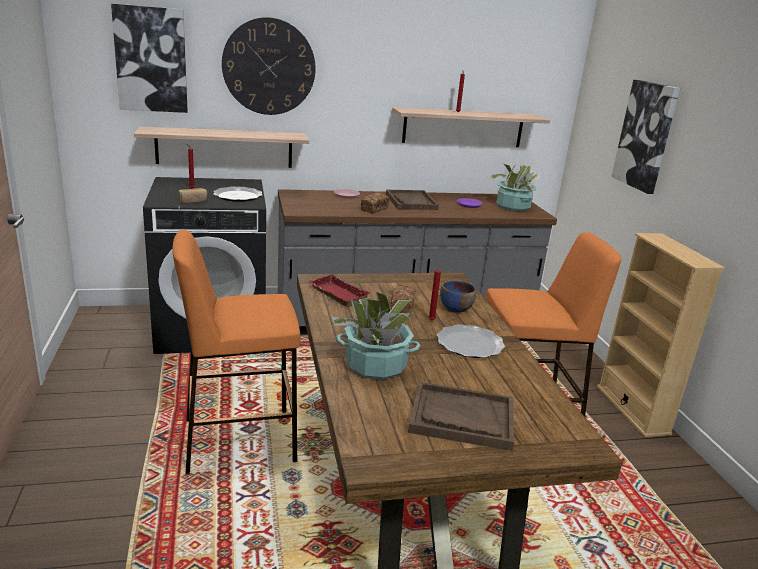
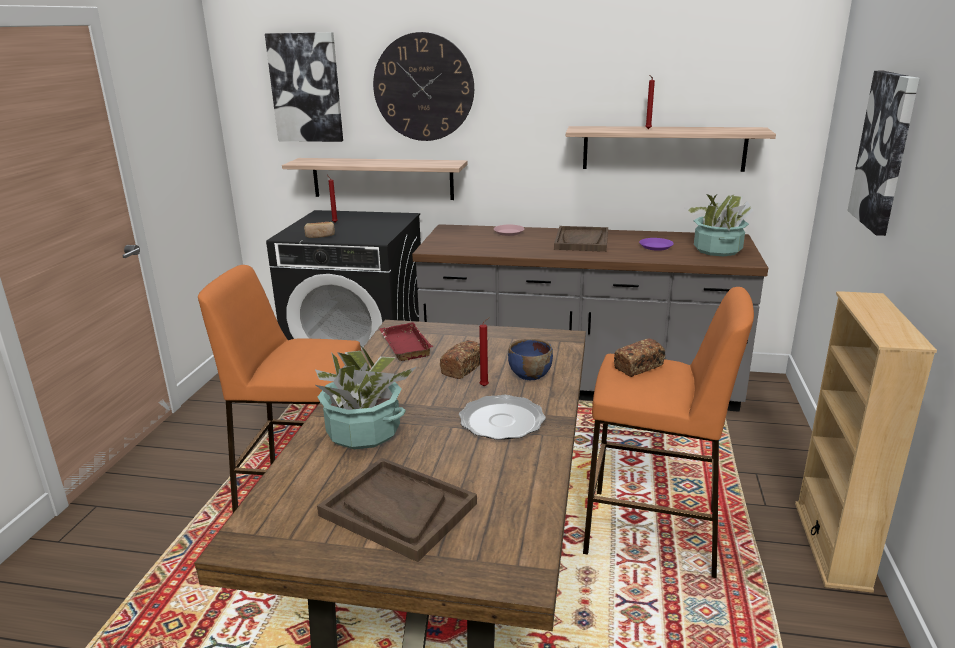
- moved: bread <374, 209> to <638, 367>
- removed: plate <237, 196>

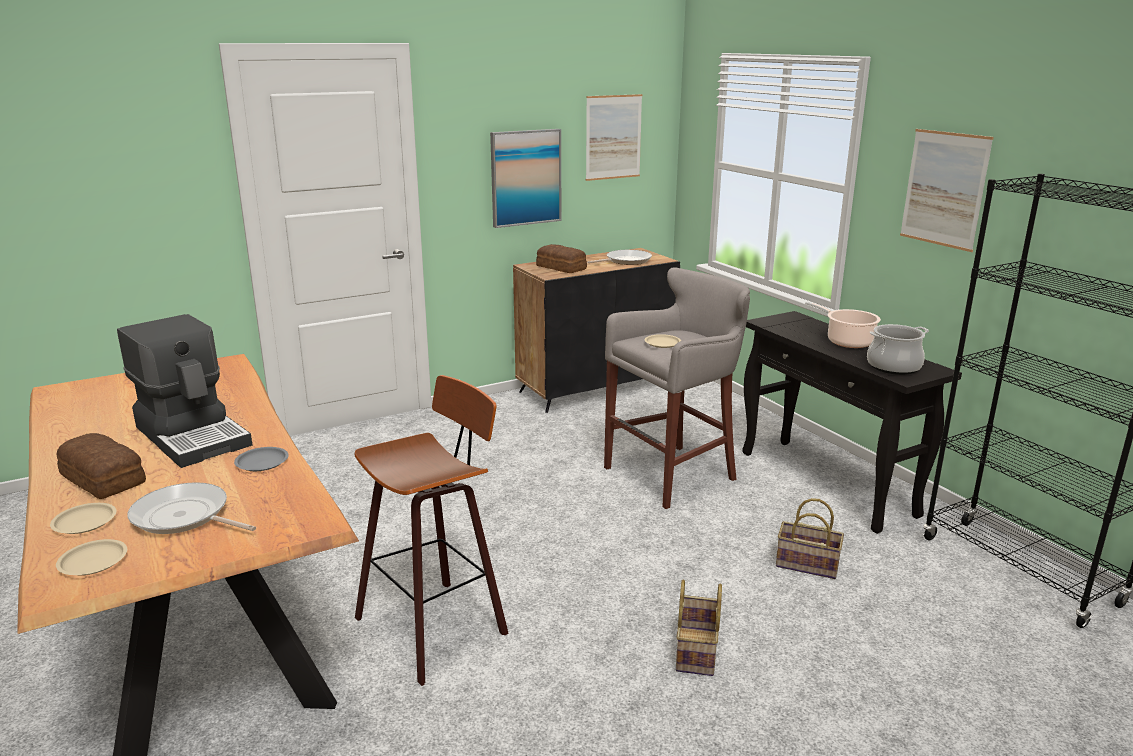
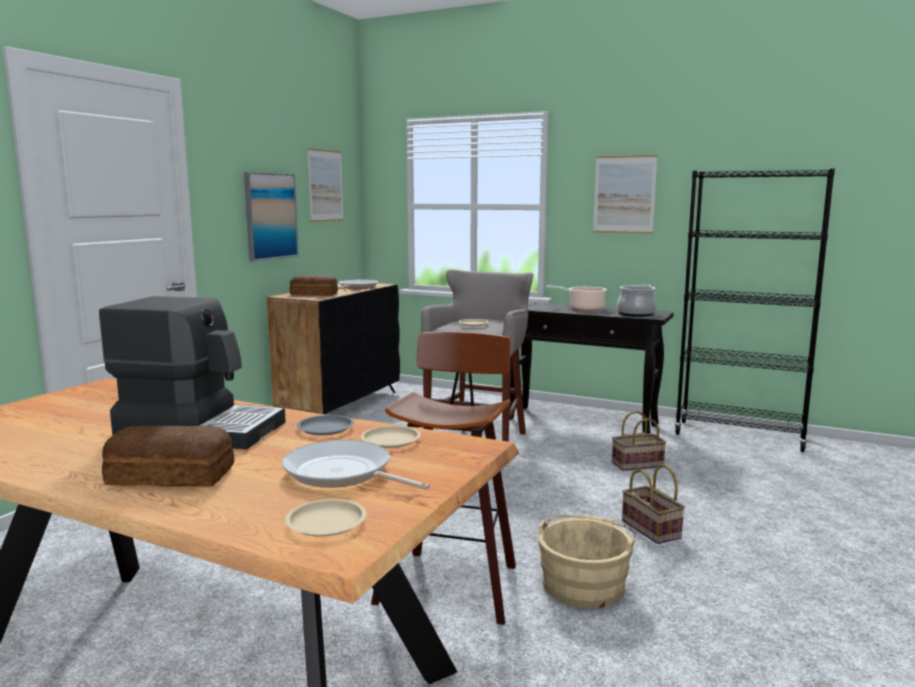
- turned: frying pan <184, 517> = <342, 473> 45 degrees clockwise
- moved: beige plate <84, 522> to <390, 441>
- added: beige bucket <584, 583>

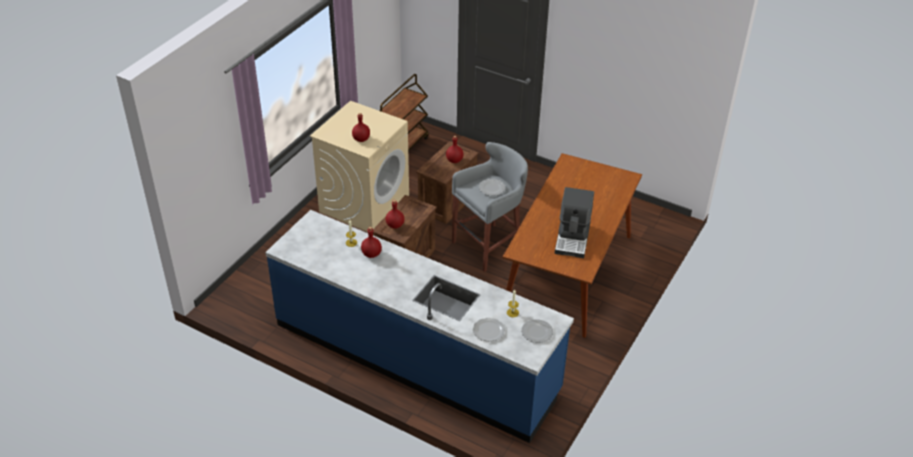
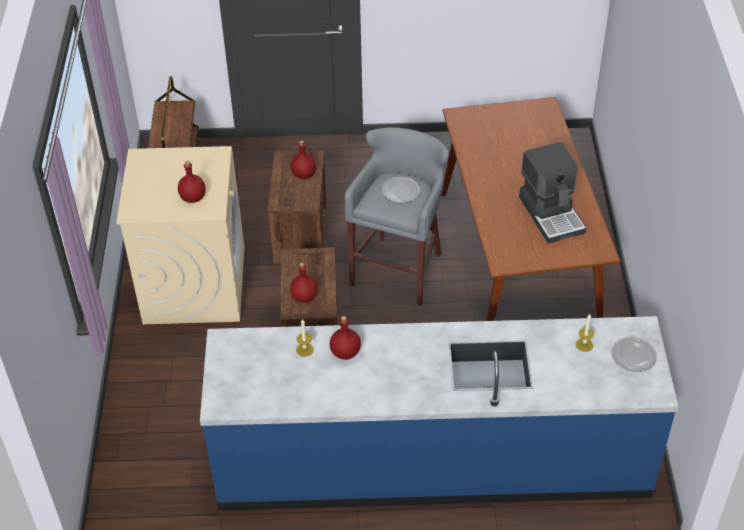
- removed: plate <488, 331>

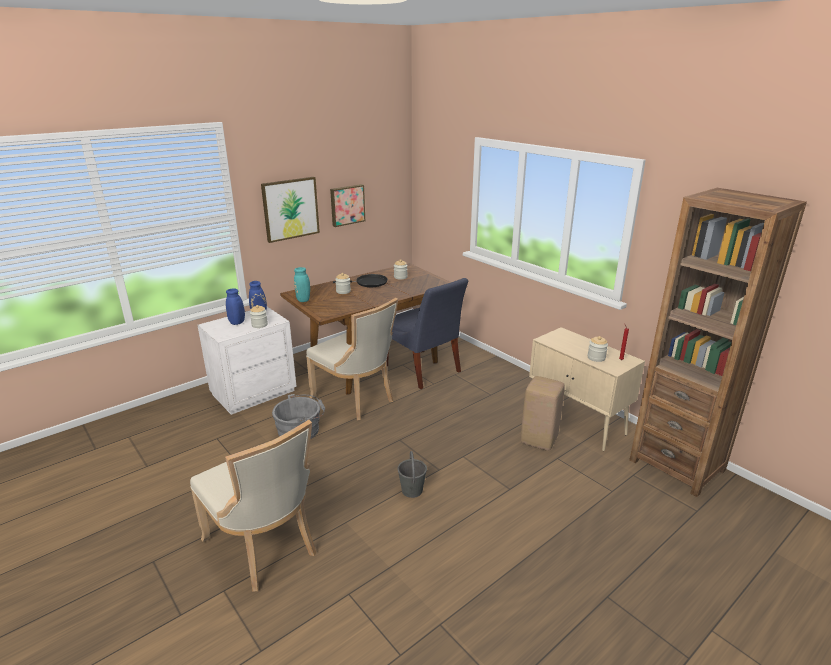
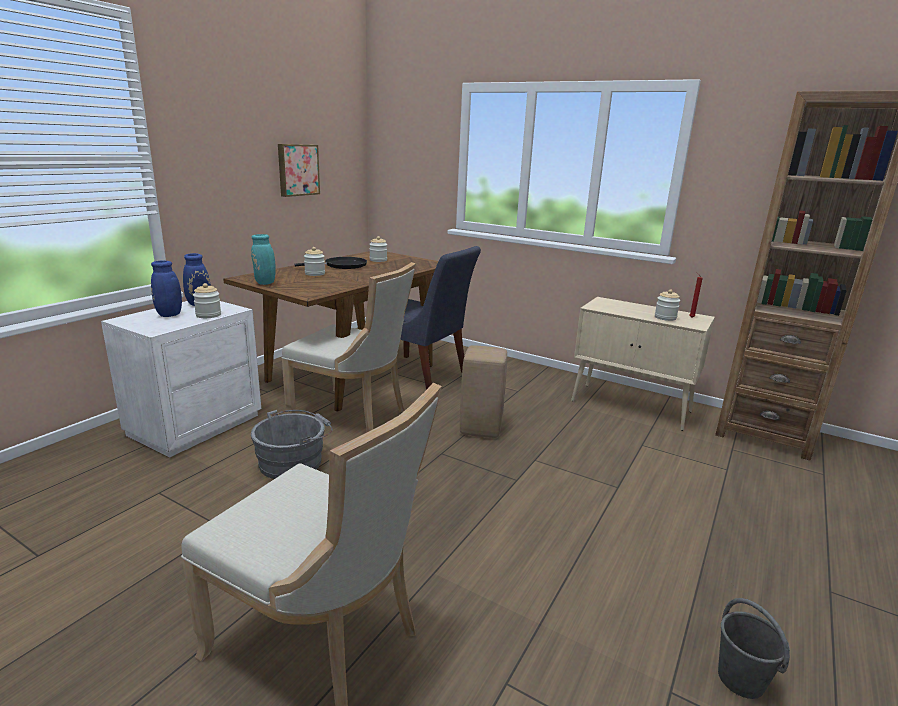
- moved: beige stool <539, 440> to <481, 429>
- moved: grey bucket <412, 491> to <741, 680>
- removed: picture <290, 209>

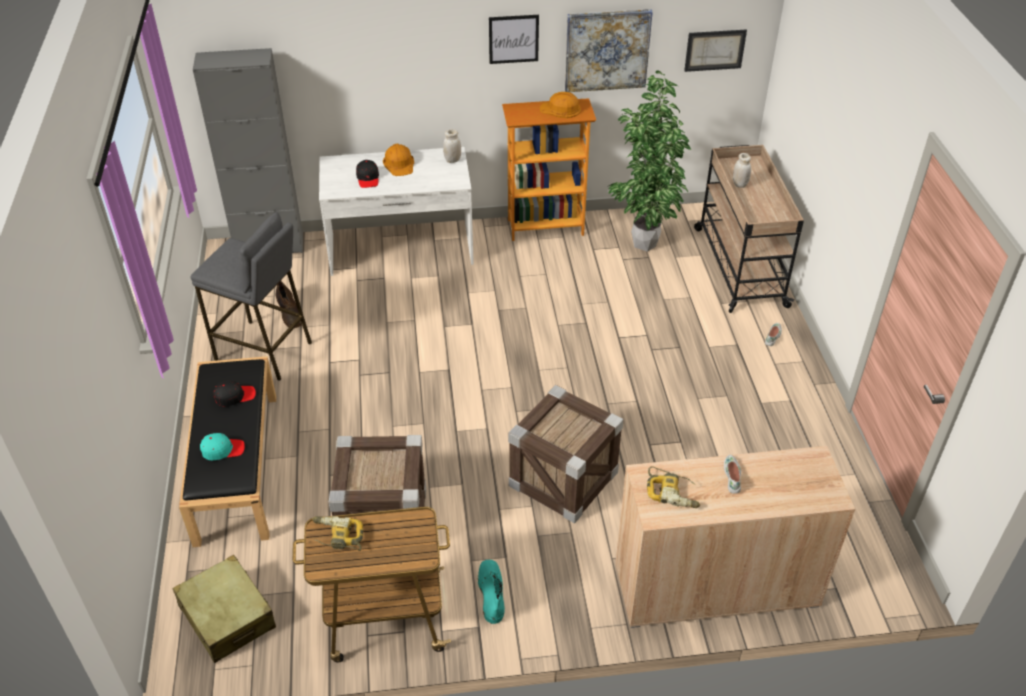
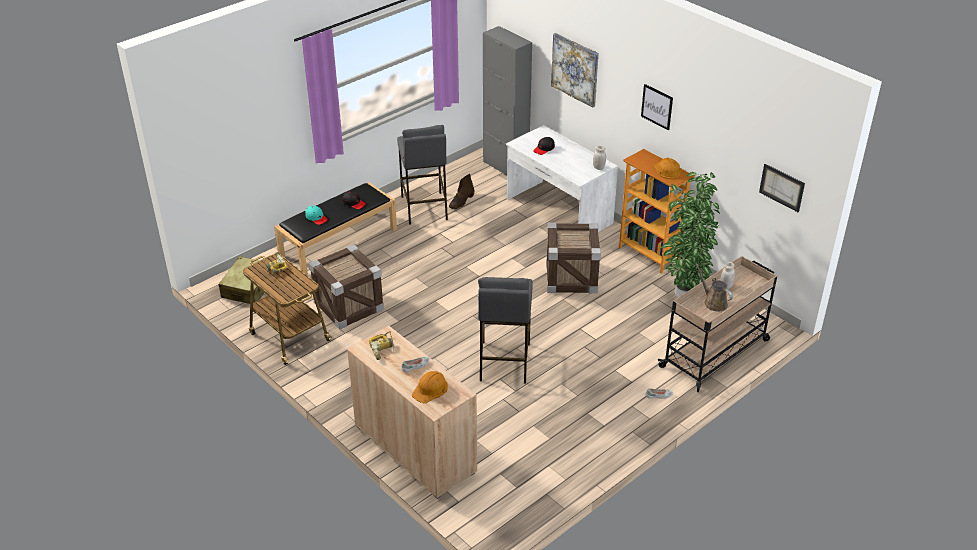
- moved: orange hard hat <399, 163> to <430, 389>
- added: grey stool <504, 362>
- moved: crate <563, 479> to <571, 277>
- moved: picture <607, 50> to <575, 69>
- added: brown watering can <713, 302>
- removed: turquoise boot <491, 593>

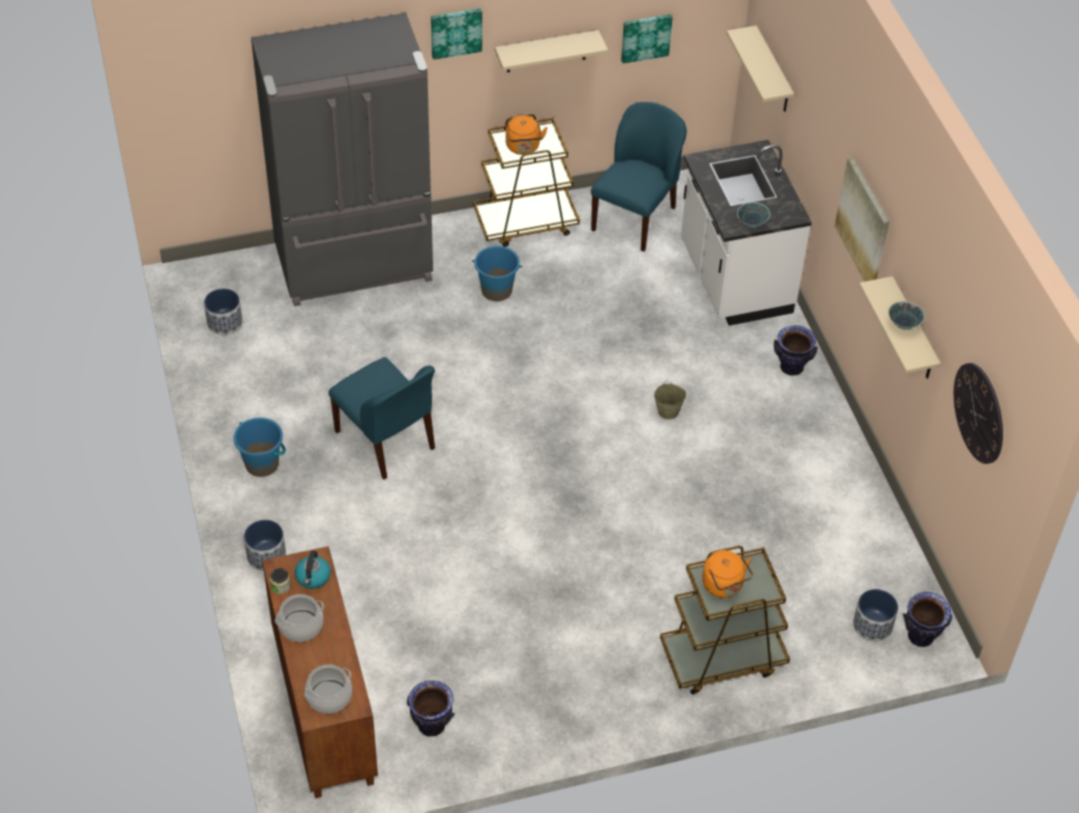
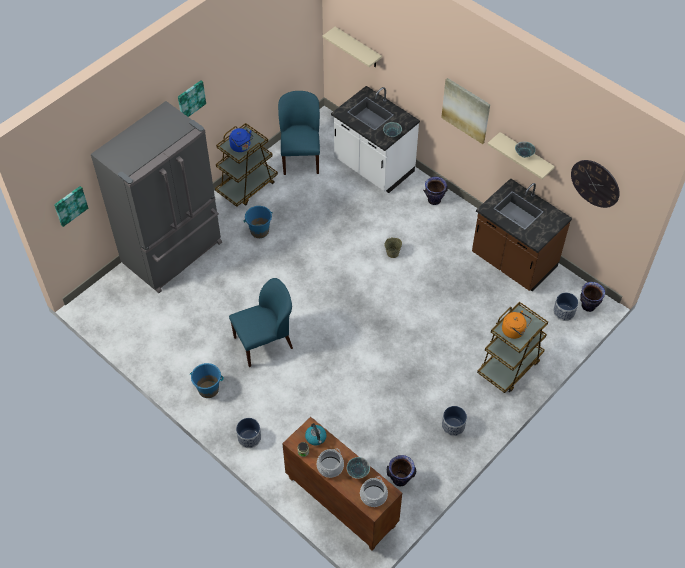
- moved: picture <645, 37> to <70, 205>
- recoloured: orange kettle <523, 148> to blue kettle <241, 147>
- turned: blue chair <386, 441> = <264, 342> 45 degrees counterclockwise
- added: bowl <358, 472>
- moved: planter <224, 323> to <453, 426>
- added: brown counter <513, 262>
- removed: beige shelf <546, 51>

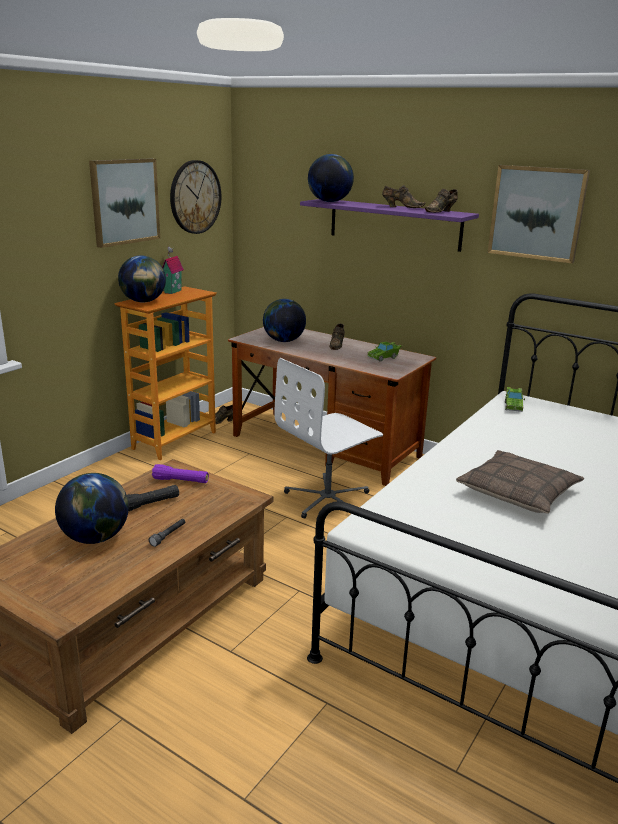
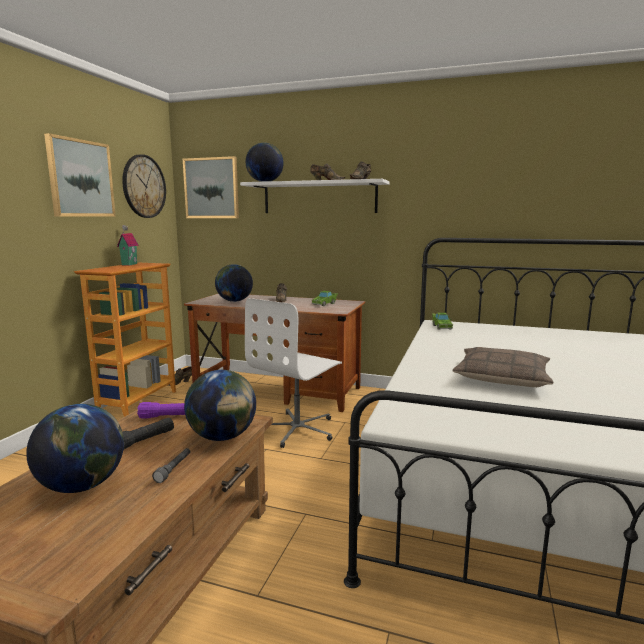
- moved: picture <537, 213> to <211, 188>
- moved: globe <143, 301> to <223, 437>
- recoloured: purple shelf <394, 224> to white shelf <319, 198>

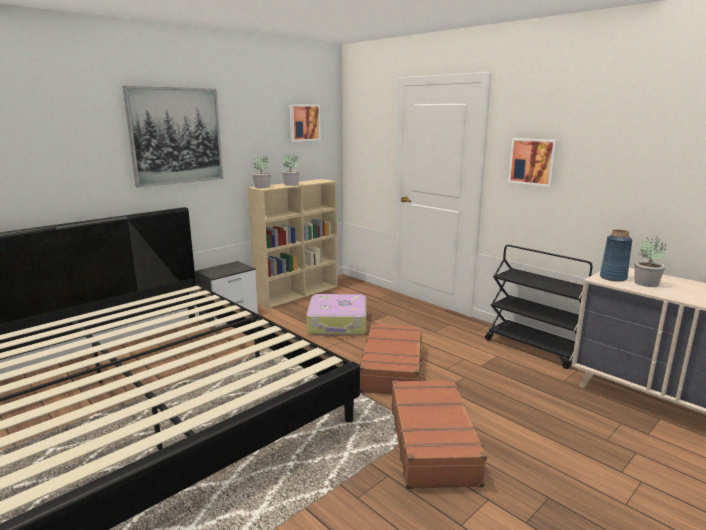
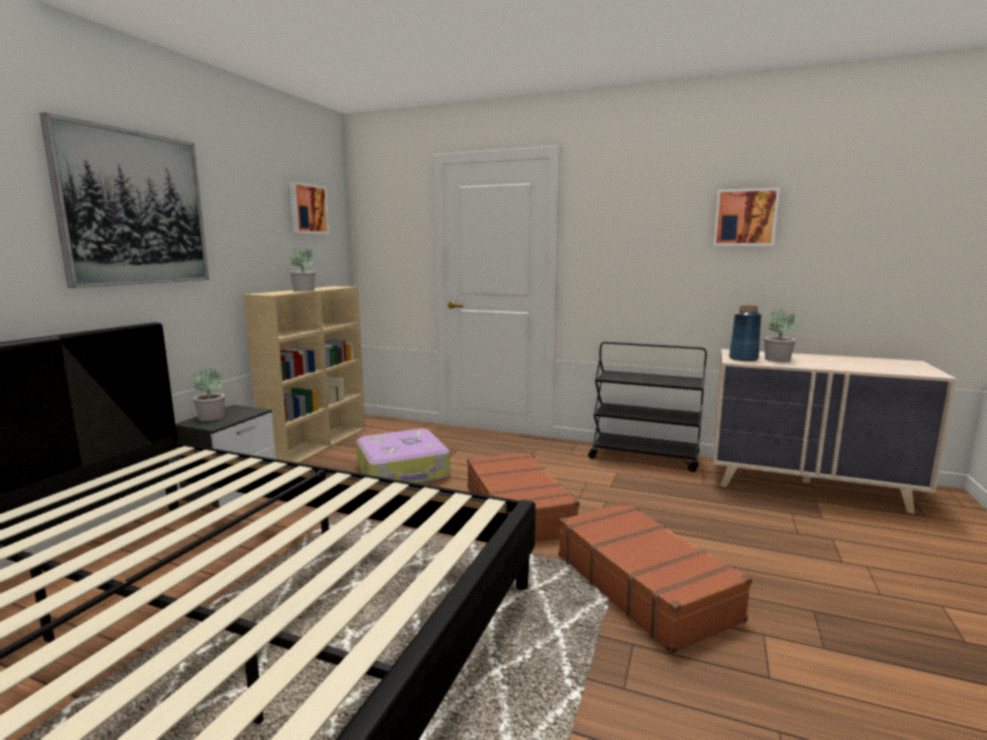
- moved: potted plant <262, 187> to <212, 417>
- moved: picture <533, 161> to <745, 217>

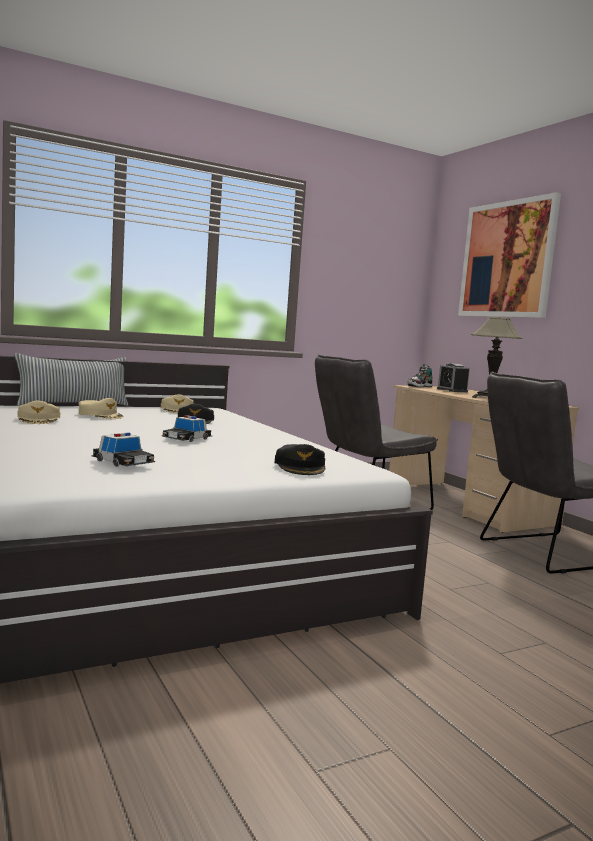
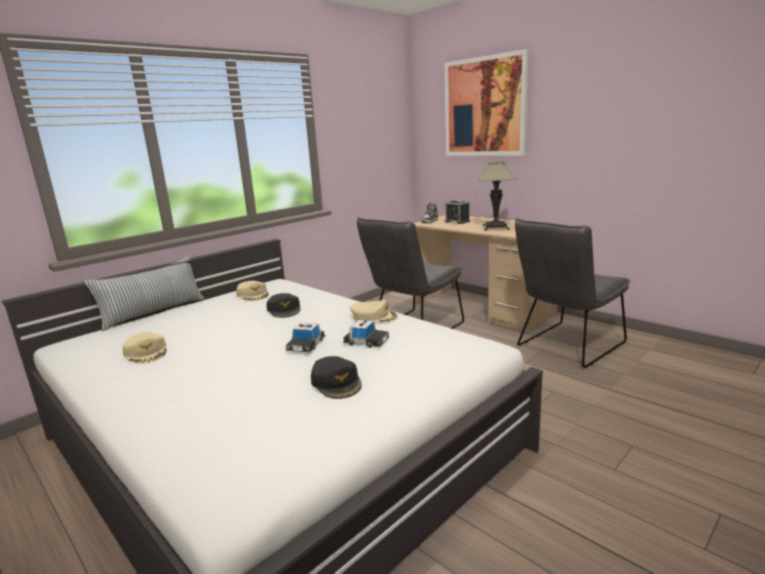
- moved: black cap <300, 467> to <337, 382>
- moved: toy car <123, 462> to <366, 341>
- moved: beige cap <100, 415> to <374, 317>

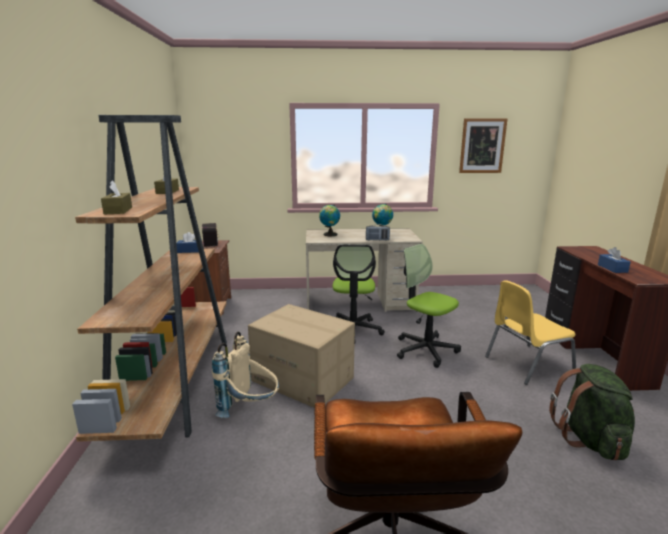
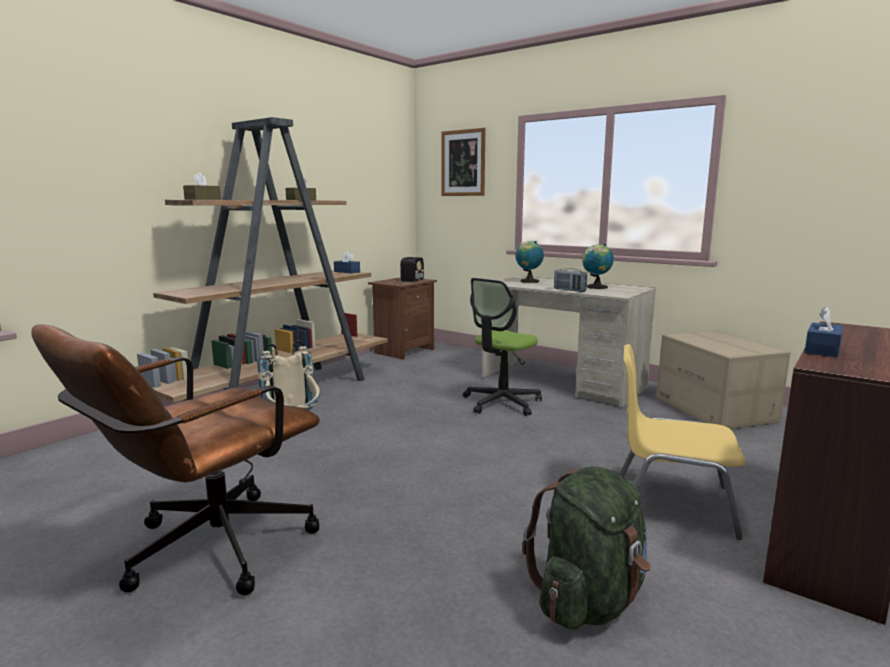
- moved: picture <482, 146> to <463, 163>
- moved: cardboard box <303, 379> to <715, 409>
- removed: office chair <425, 350>

